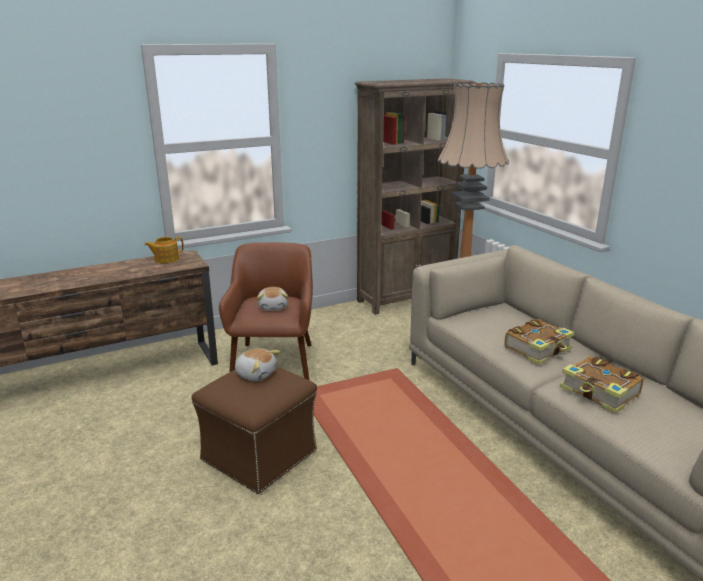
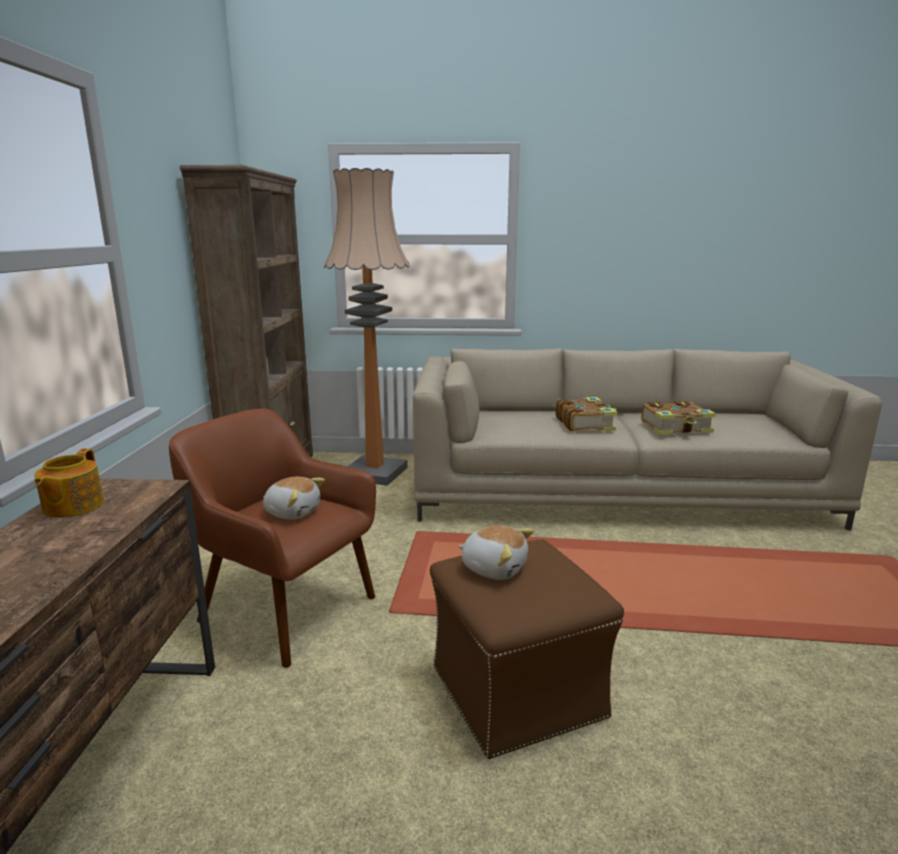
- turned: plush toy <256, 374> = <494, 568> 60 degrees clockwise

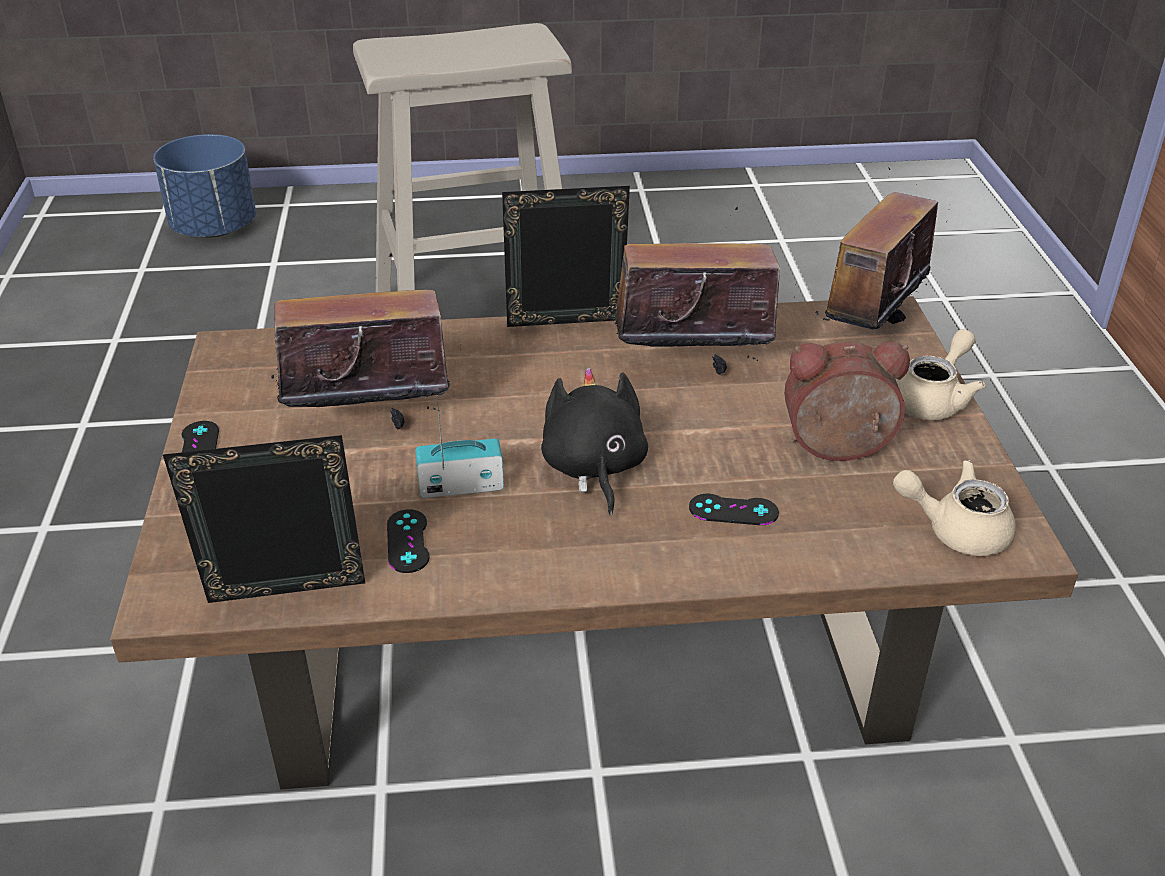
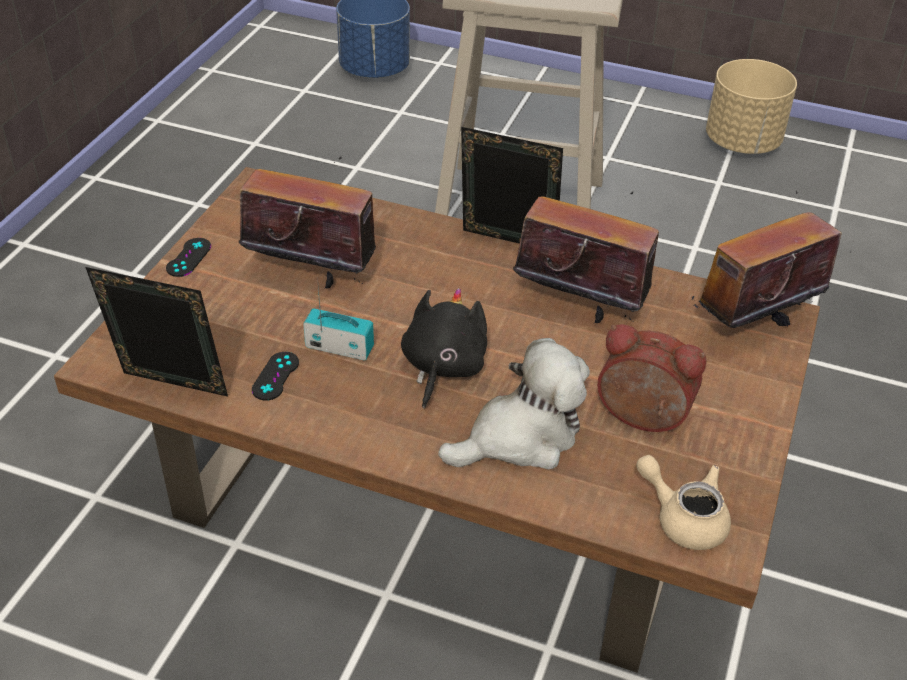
- replaced: black game controller <733, 510> to plush toy <520, 437>
- added: beige planter <742, 143>
- removed: beige teapot <933, 399>

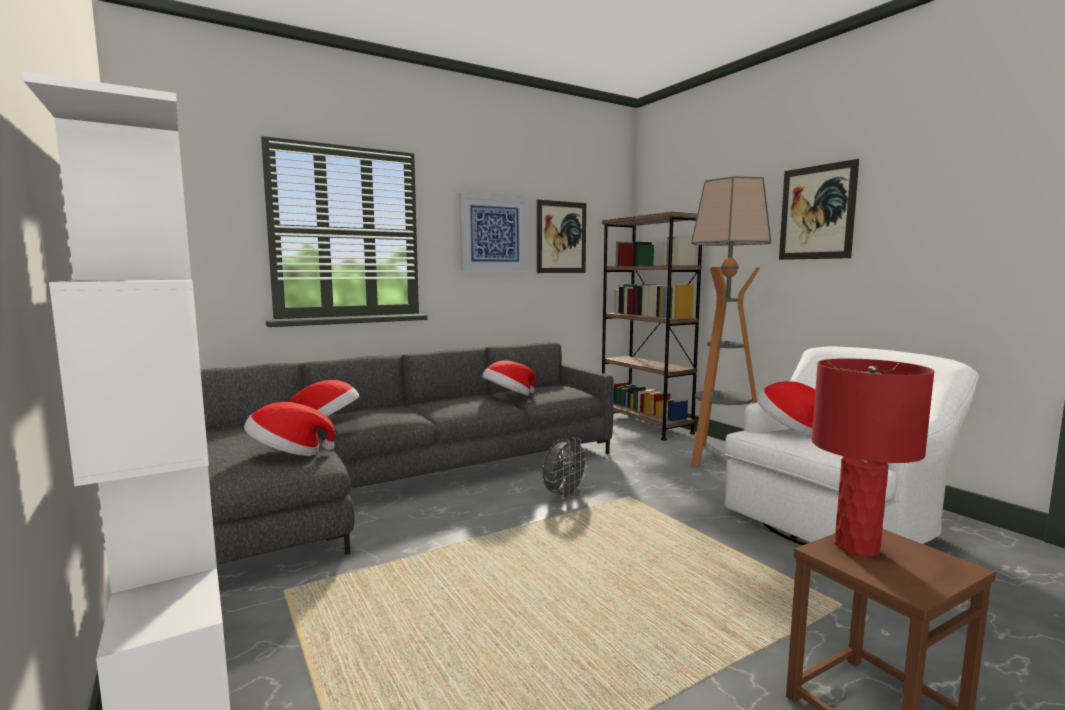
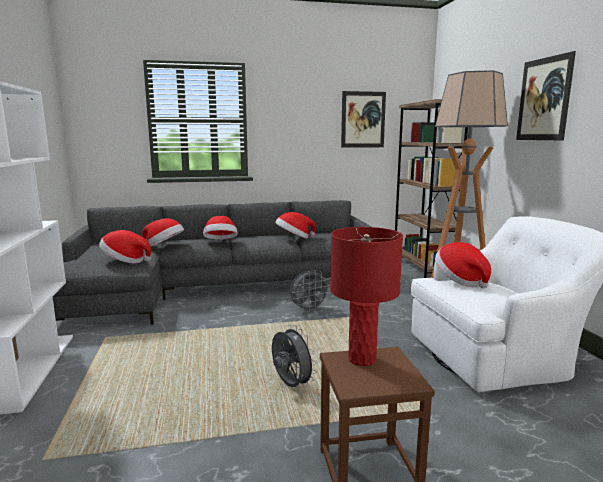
- added: hat <221, 242>
- added: grey fan <290, 385>
- removed: picture <494, 233>

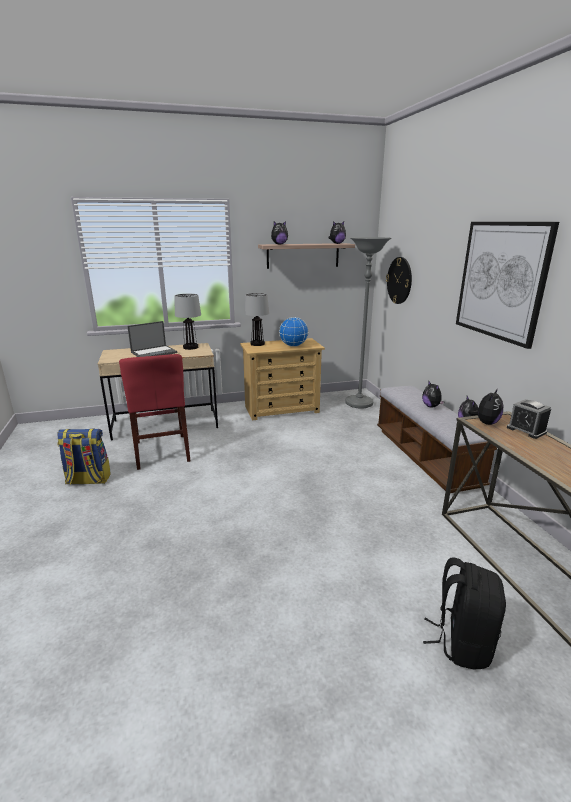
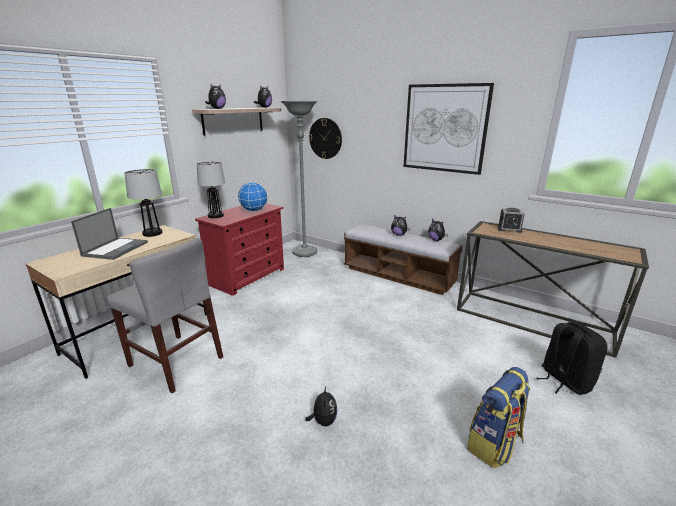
- recoloured: red chair <162, 451> to grey chair <176, 361>
- recoloured: beige dresser <282, 409> to red dresser <247, 277>
- moved: plush toy <485, 423> to <323, 421>
- moved: backpack <88, 480> to <494, 445>

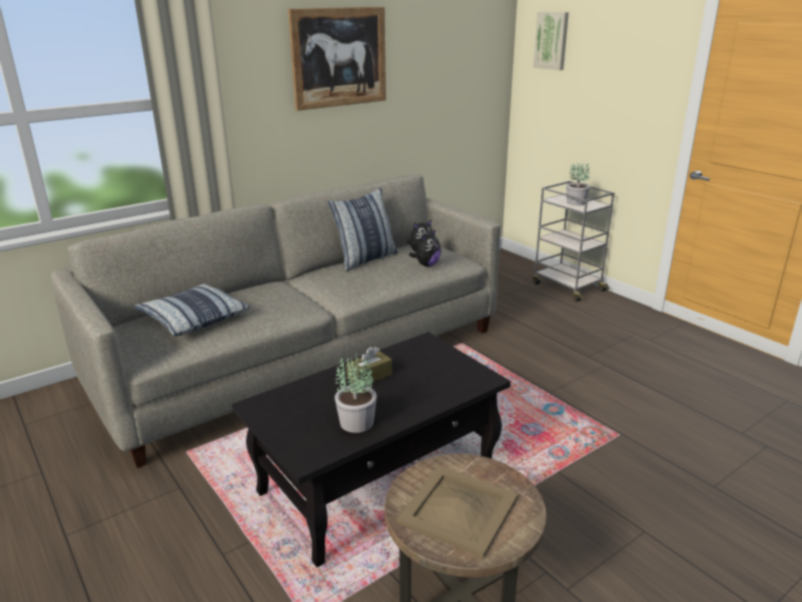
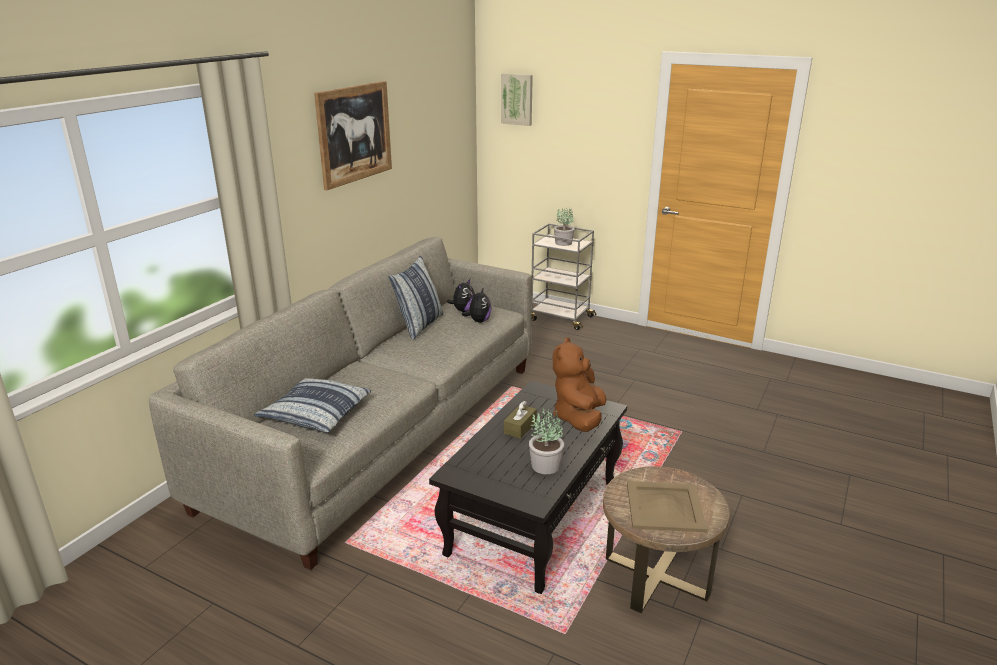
- added: brown plush toy <579, 418>

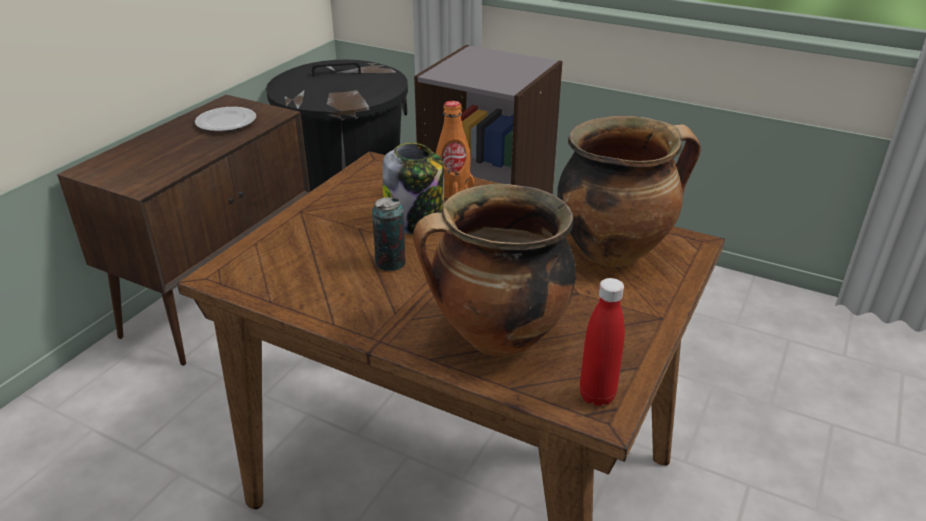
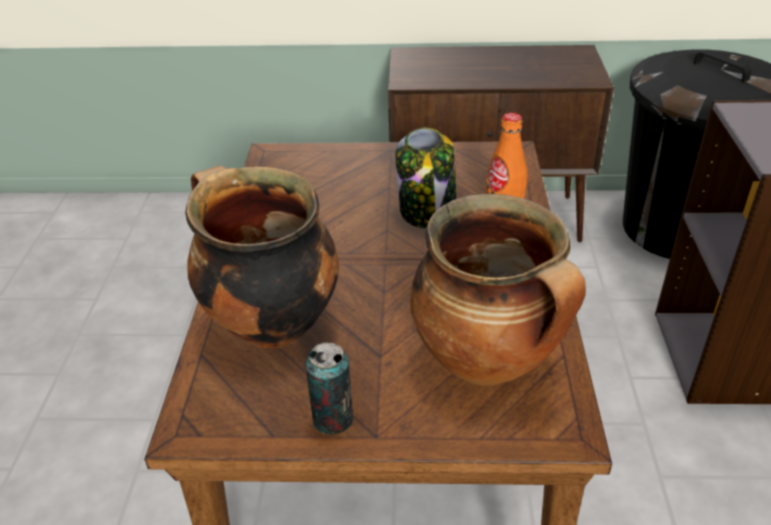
- moved: can <390, 263> to <333, 419>
- removed: plate <226, 122>
- removed: red bottle <597, 396>

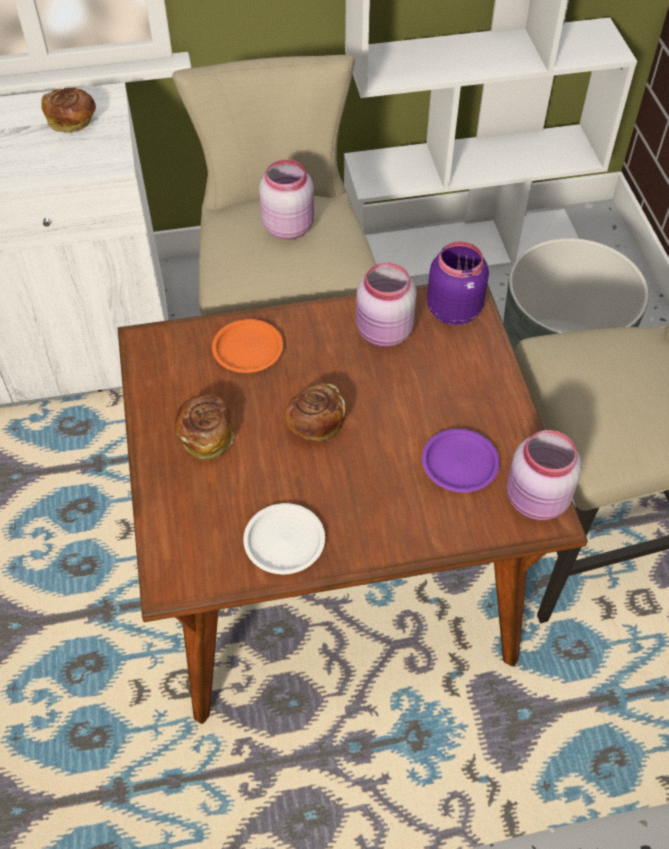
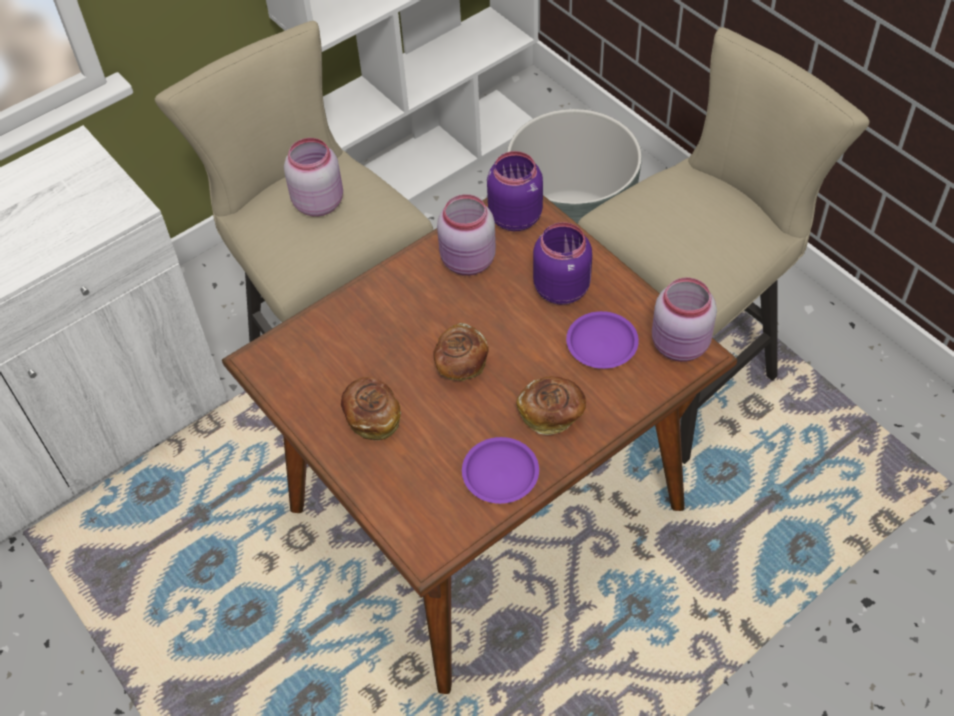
- recoloured: white plate <285, 541> to purple plate <501, 473>
- moved: bread <72, 121> to <552, 413>
- added: purple jar <562, 287>
- removed: orange plate <248, 350>

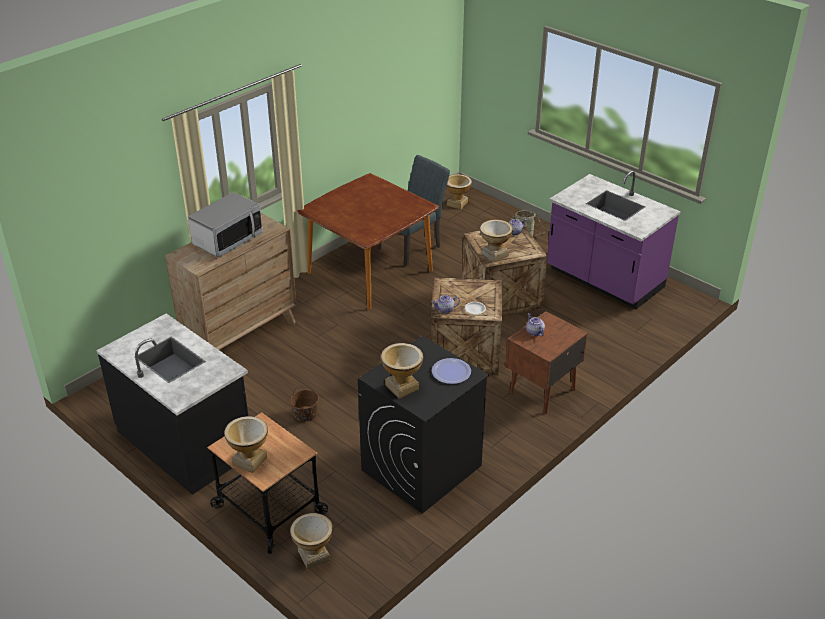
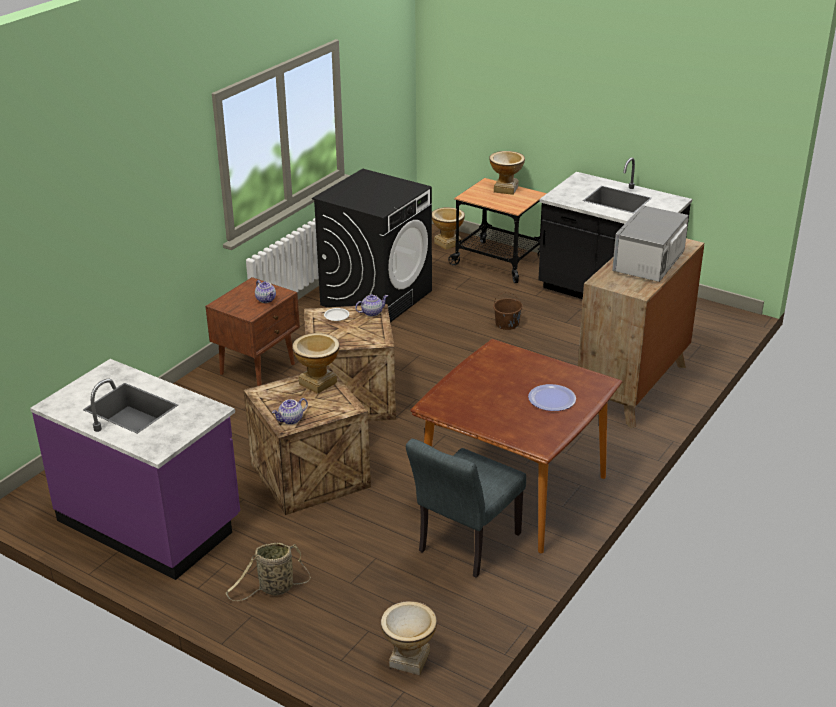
- moved: plate <451, 372> to <551, 399>
- removed: vase <402, 387>

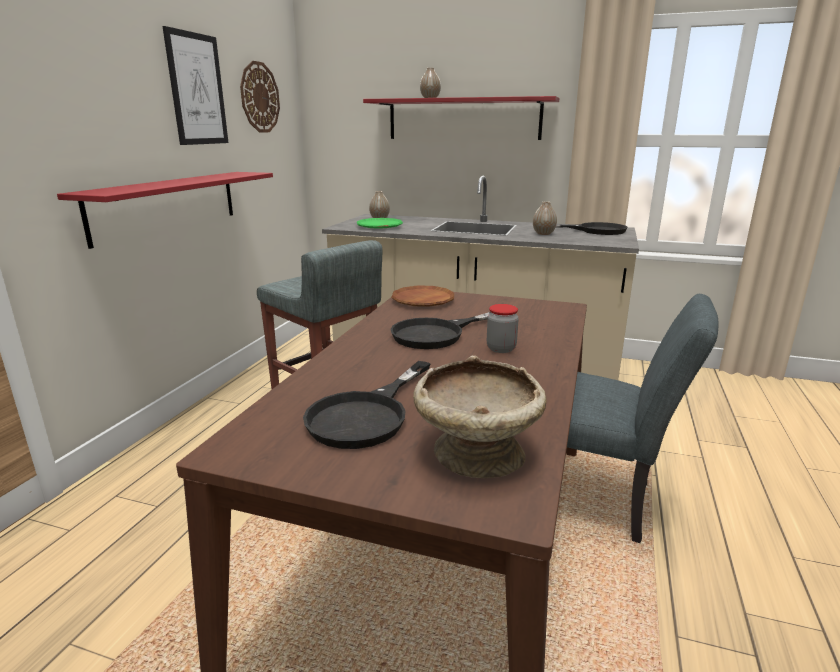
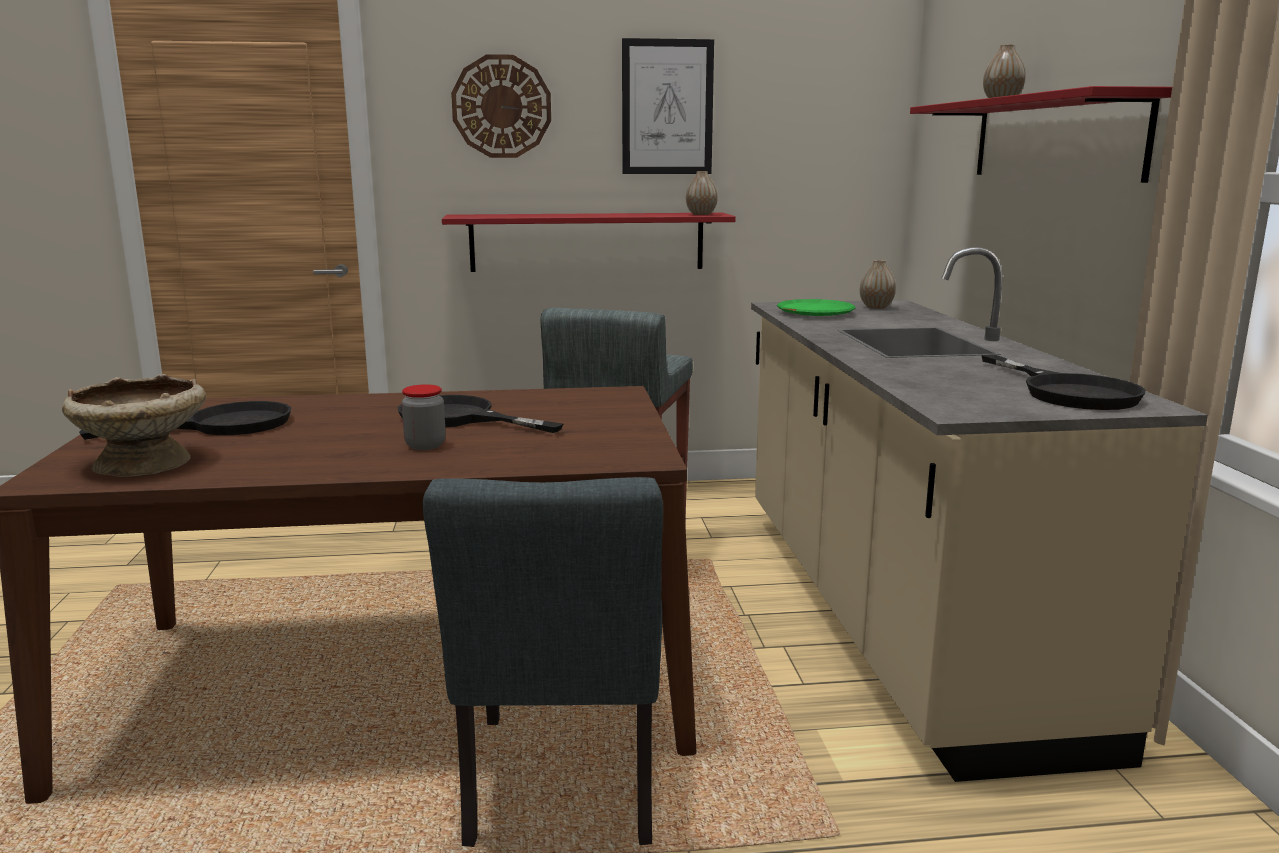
- turned: black frying pan <367, 415> = <221, 425> 150 degrees clockwise
- moved: wall clock <259, 97> to <501, 107>
- moved: vase <543, 234> to <701, 214>
- removed: brown plate <423, 301>

